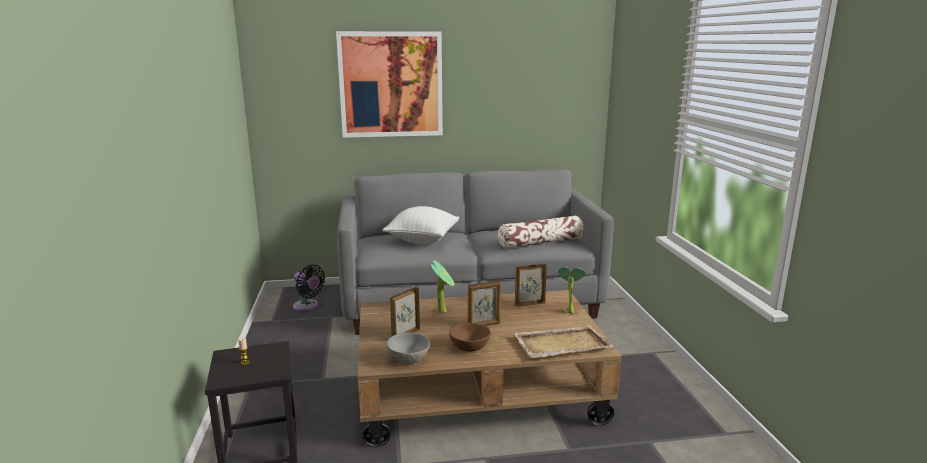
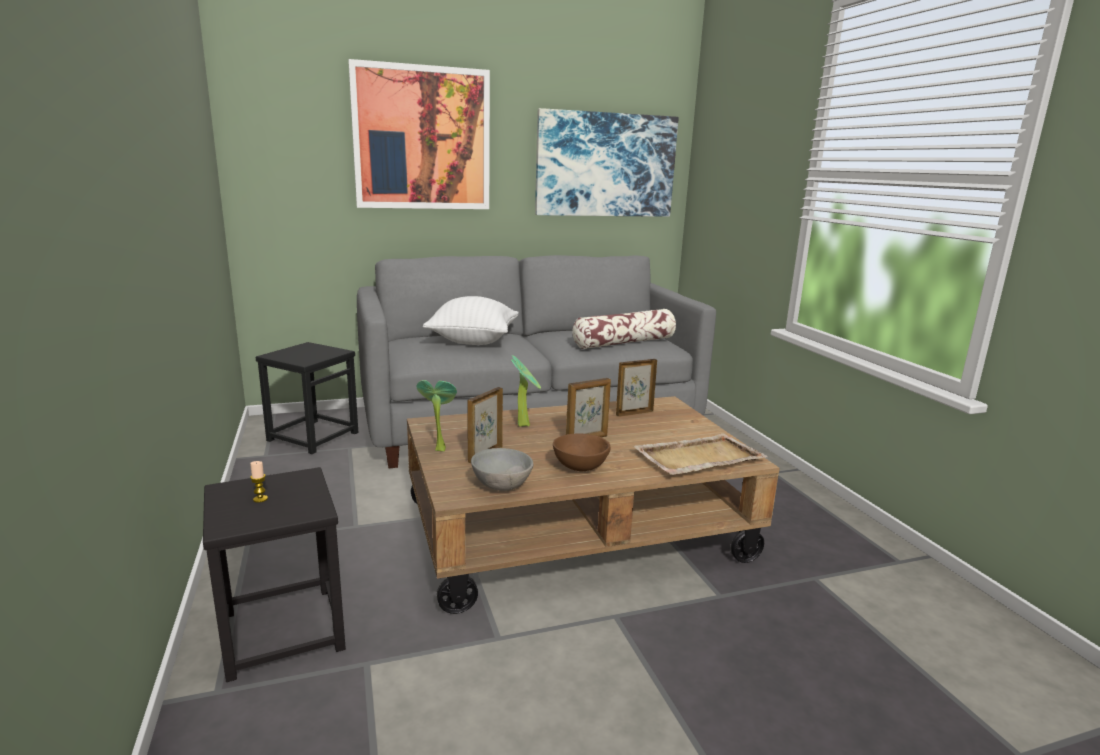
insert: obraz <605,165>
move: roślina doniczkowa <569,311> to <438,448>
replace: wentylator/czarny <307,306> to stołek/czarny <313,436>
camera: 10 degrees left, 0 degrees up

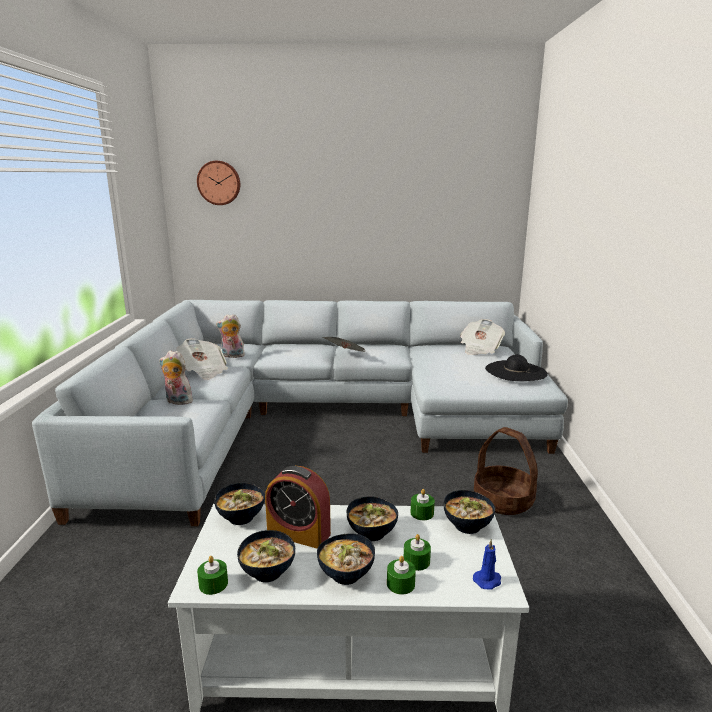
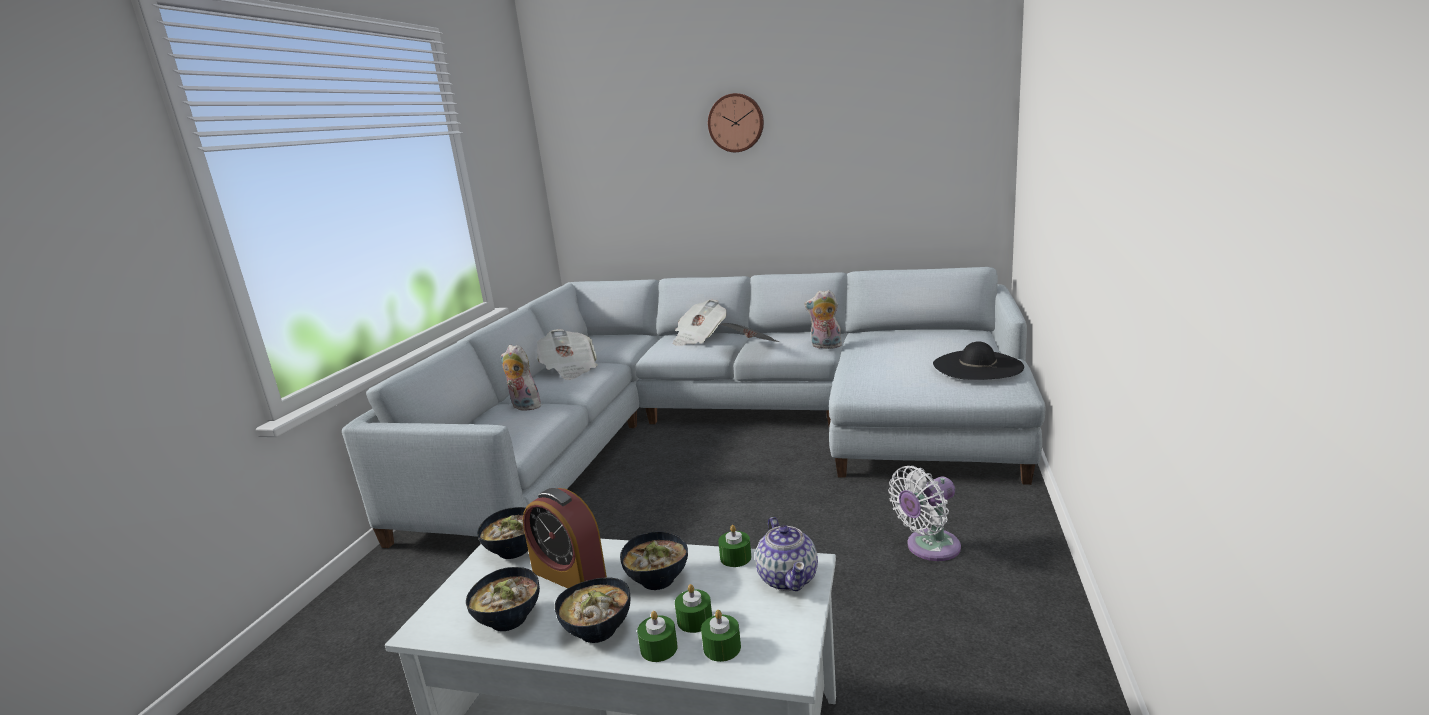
delete: świeca/niebieski <488,580>
move: zegar ścienny <219,183> to <736,123>; pluszak <232,356> to <825,346>; gazeta <480,349> to <699,338>; świeca/zielony <213,584> to <722,647>
replace: koszyk <503,500> to wentylator/biały <929,548>; miska <468,525> to imbryk <788,578>
camera: 15 degrees right, 0 degrees up

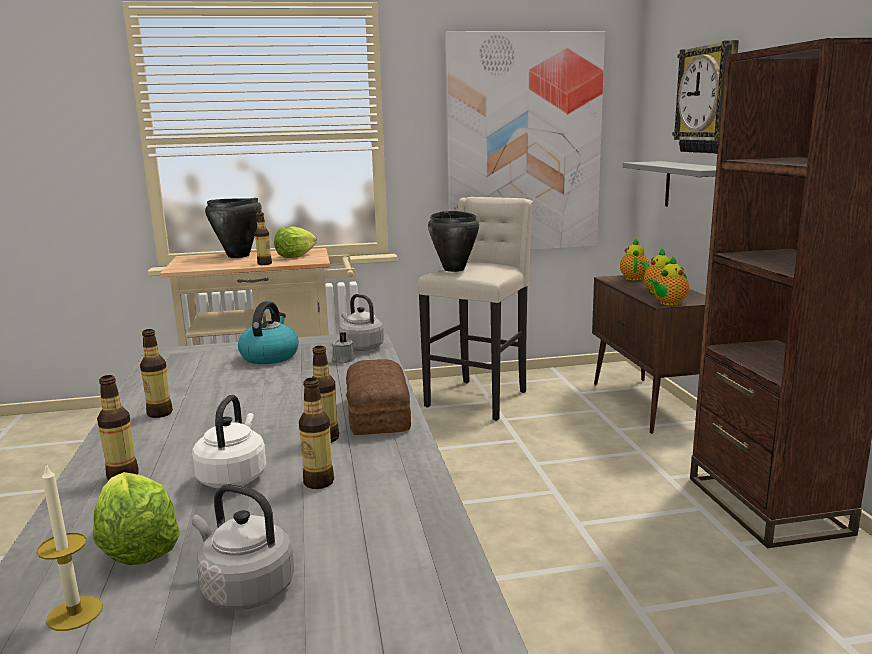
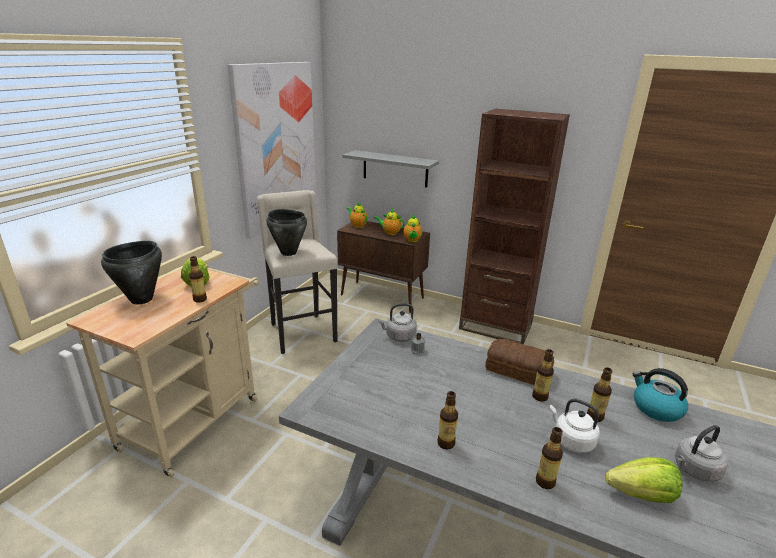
delete: zegar ścienny <708,100>; świeca <75,613>
move: czajnik <270,356> to <656,408>
camera: 55 degrees left, 10 degrees up

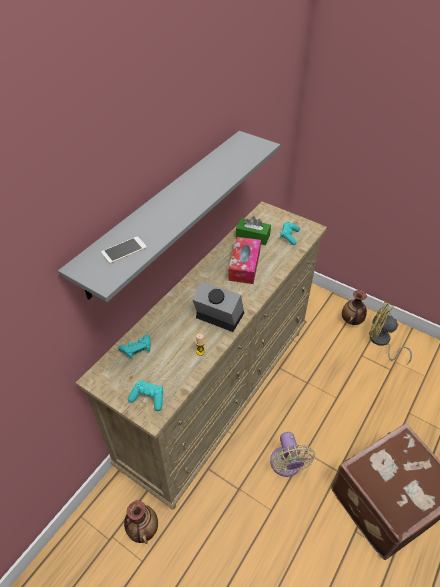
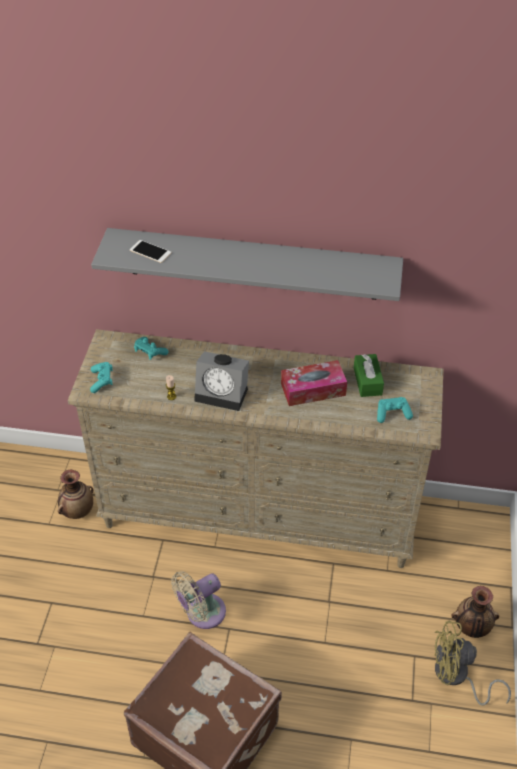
rotate: budzik <217,316> = <223,393> 105 degrees clockwise; wentylator/żółty <381,342> = <456,677> 90 degrees counterclockwise
camera: 65 degrees right, 0 degrees up

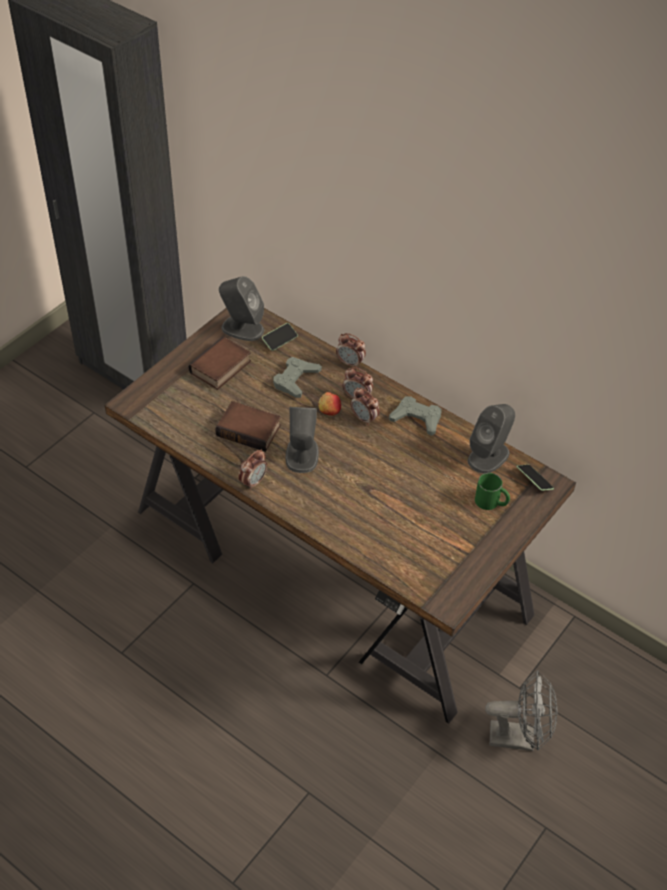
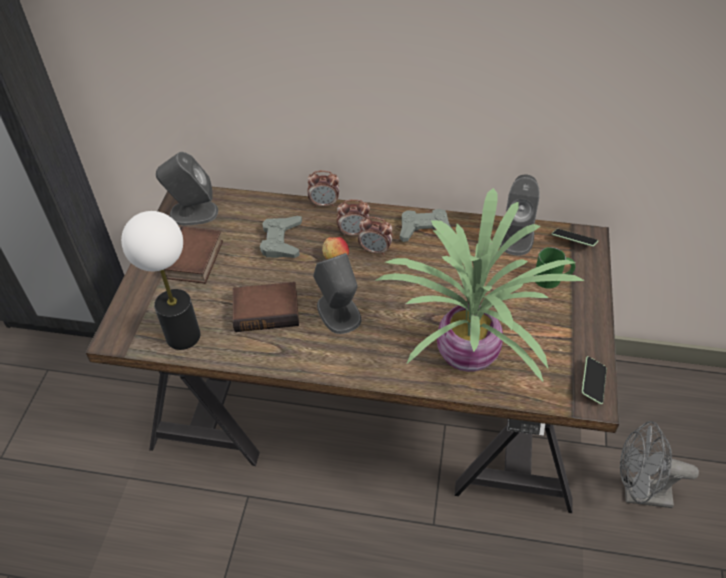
delete: budzik <253,482>
insert: roślina doniczkowa <471,354>; lampa stołowa <183,336>
move: telefon <280,340> to <592,384>
rotate: wentylator/szary <519,737> = <638,493> 150 degrees counterclockwise
camera: 25 degrees left, 0 degrees up

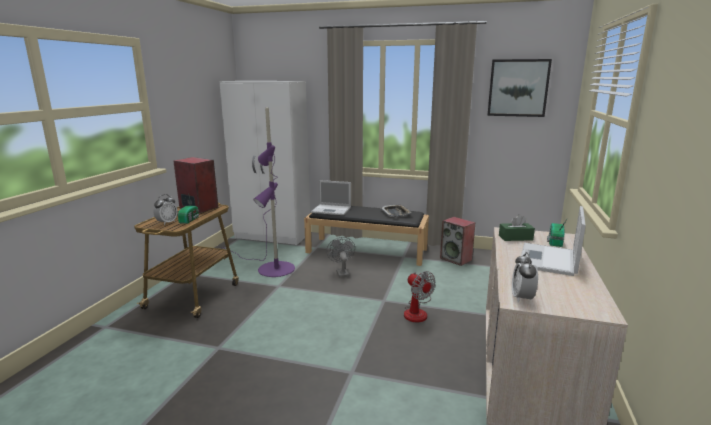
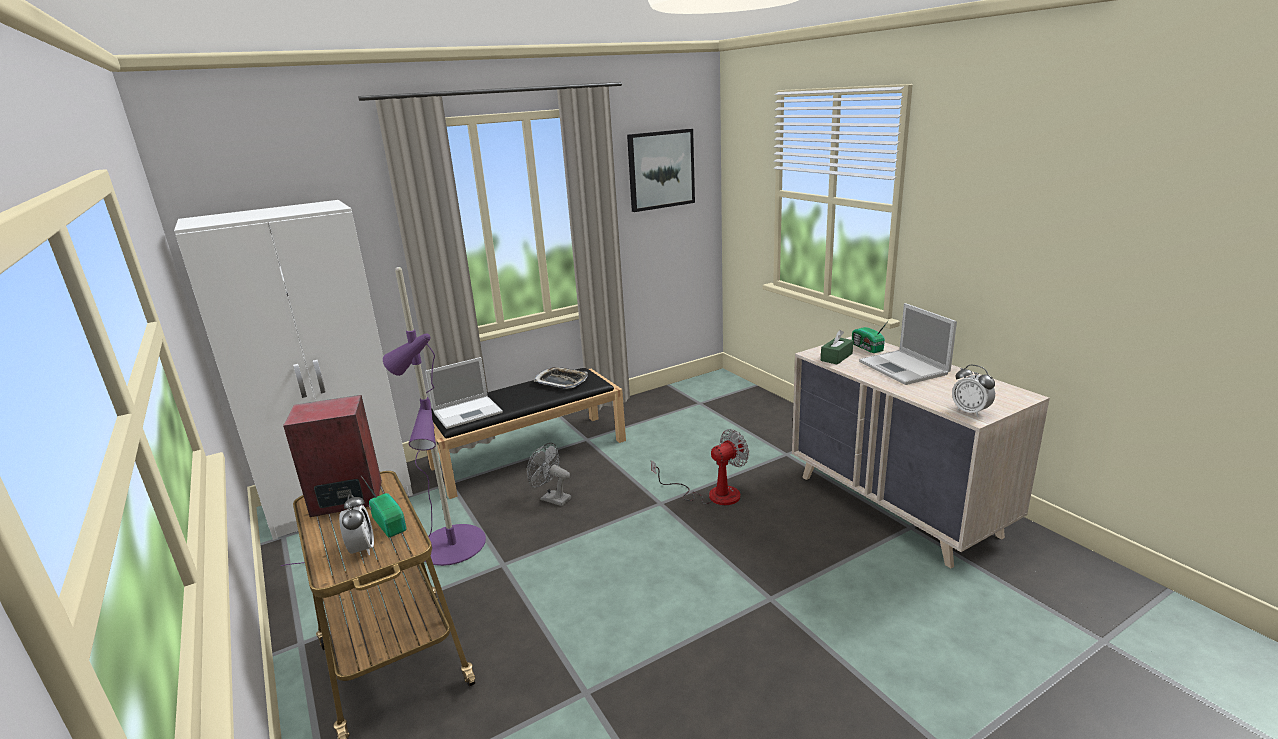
delete: głośnik <456,259>
rotate: wentylator <417,311> = <712,494> 45 degrees counterclockwise
camera: 45 degrees left, 5 degrees up

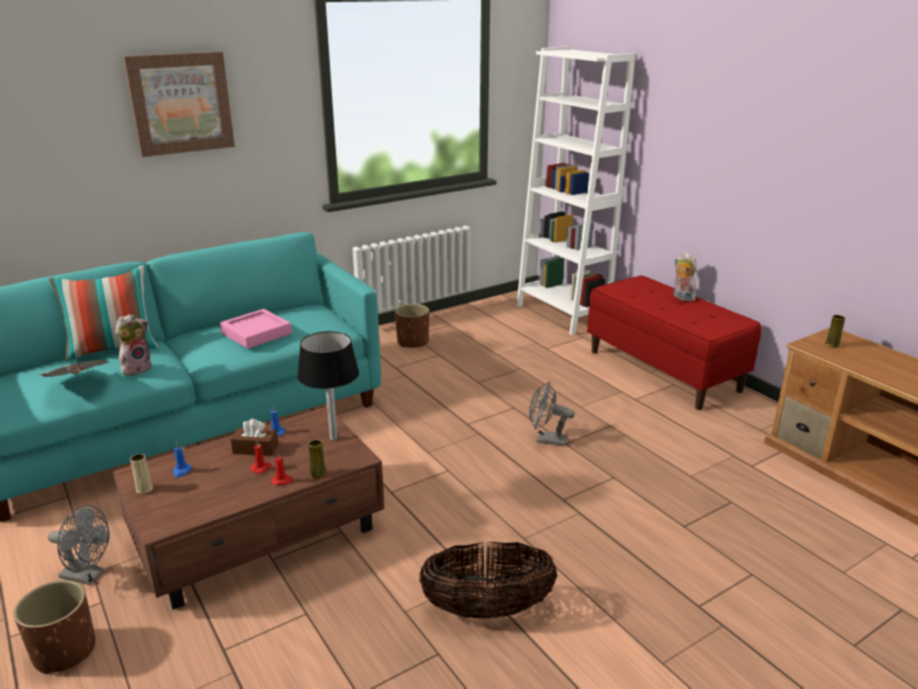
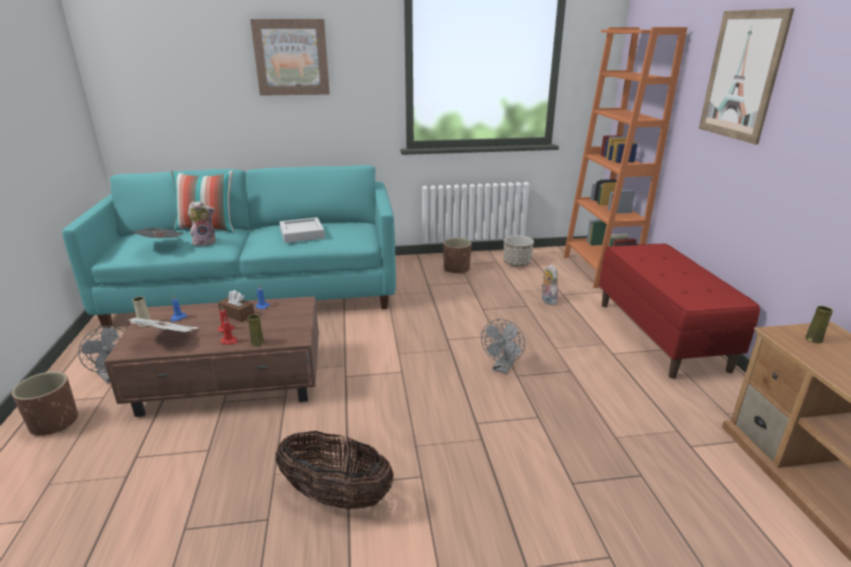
delete: lampa stołowa/czarny <333,438>
insert: obraz <742,75>; donica <516,263>; gazeta <168,338>
move: pluszak <681,297> to <547,300>
recolor: regał/biały <562,314> to regał/pomarańczowy <598,270>; taca/różowy <256,333> to taca/szary <302,234>
rotate: wentylator/szary <546,440> = <502,368> 105 degrees counterclockwise
camera: 25 degrees right, 0 degrees up

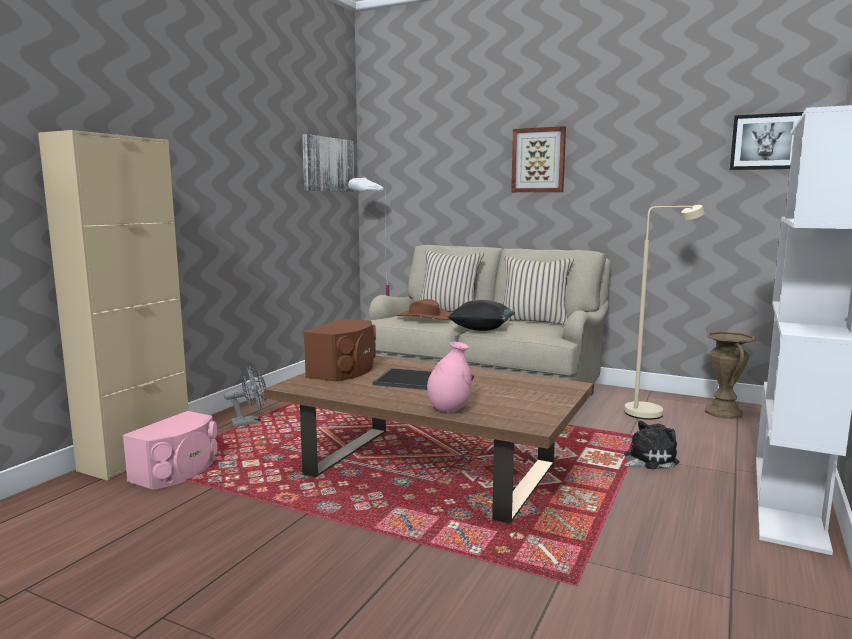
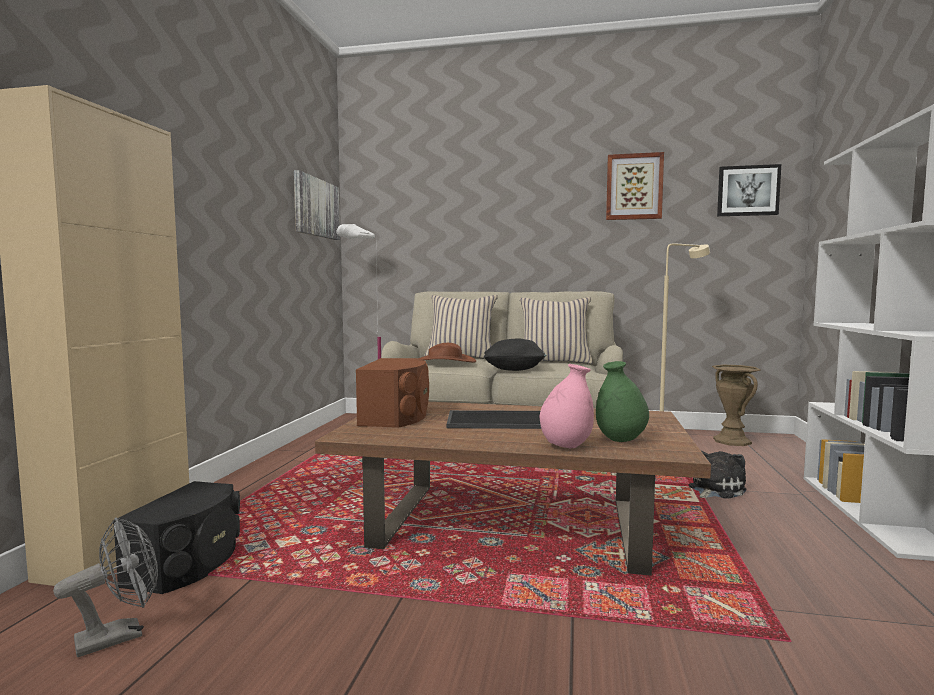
insert: wazon/zielony <620,440>
move: obraz <538,160> to <634,187>; wentylator/szary <250,422> to <120,635>
recolor: głośnik/różowy <177,471> to głośnik/czarny <189,564>
camera: 15 degrees left, 5 degrees down

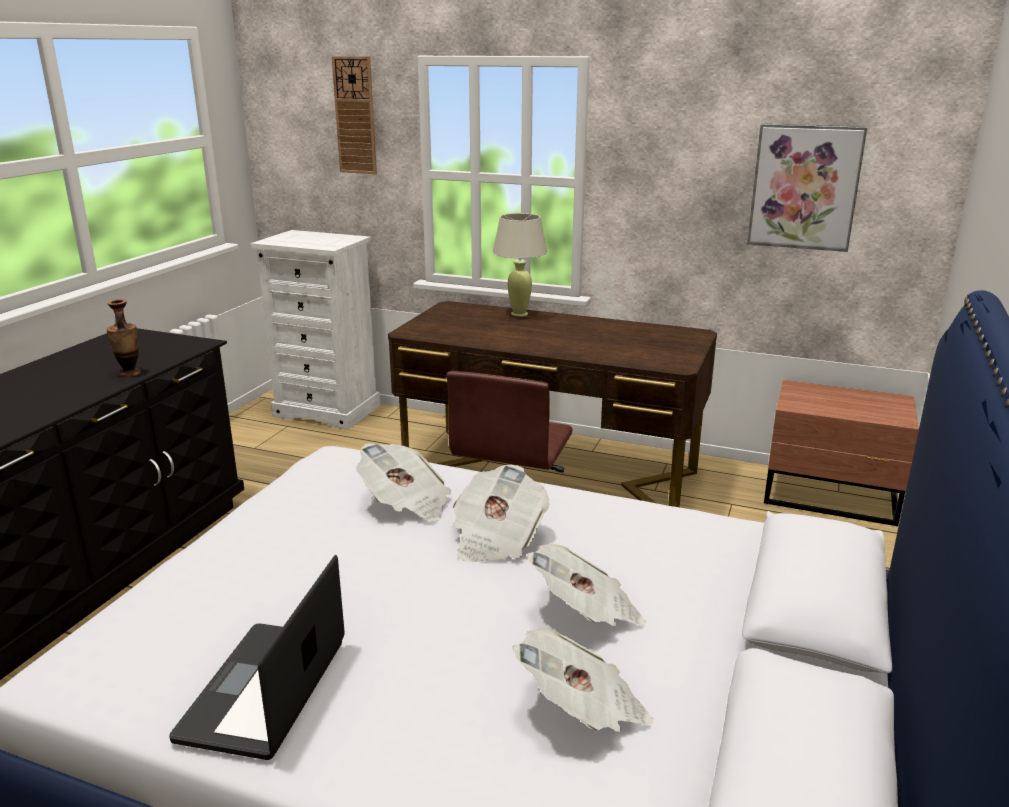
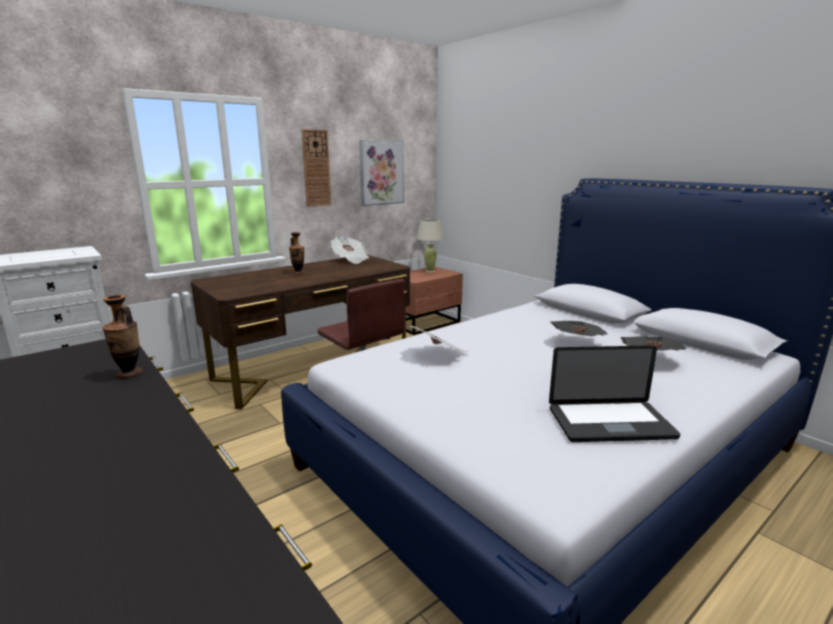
insert: wazon <298,273>
move: zegar ścienny <355,116> to <316,168>; lampa stołowa/beżowy <519,314> to <430,271>; gazeta <496,538> to <350,260>
rotate: laptop <264,690> = <610,423> 45 degrees counterclockwise
camera: 60 degrees left, 5 degrees down

